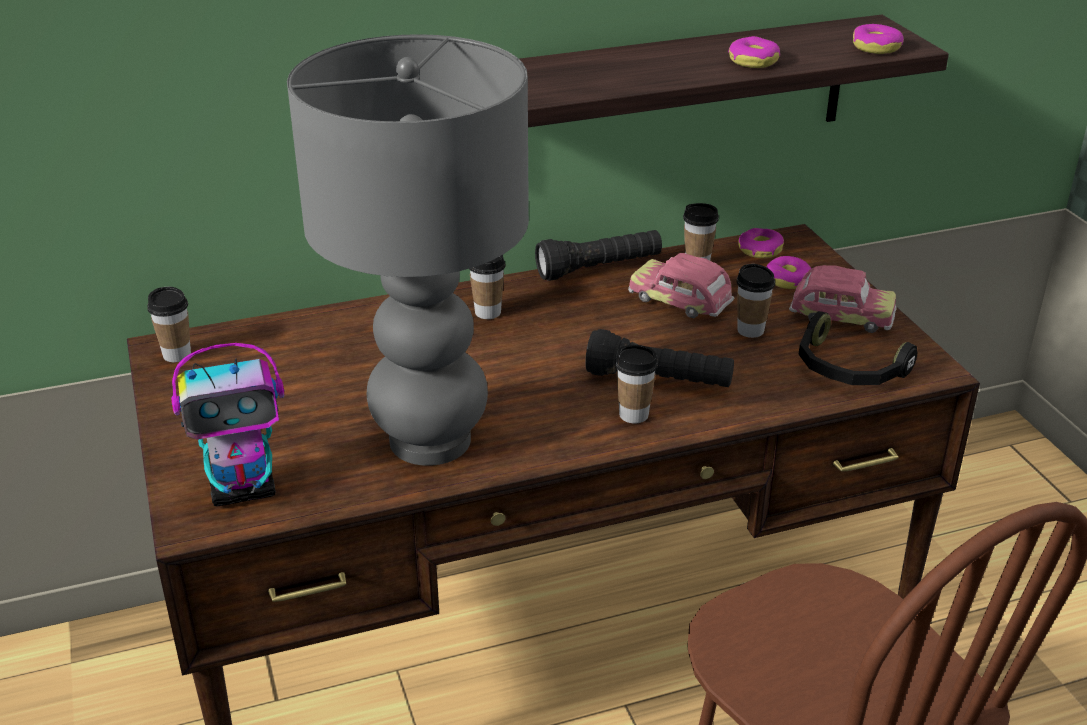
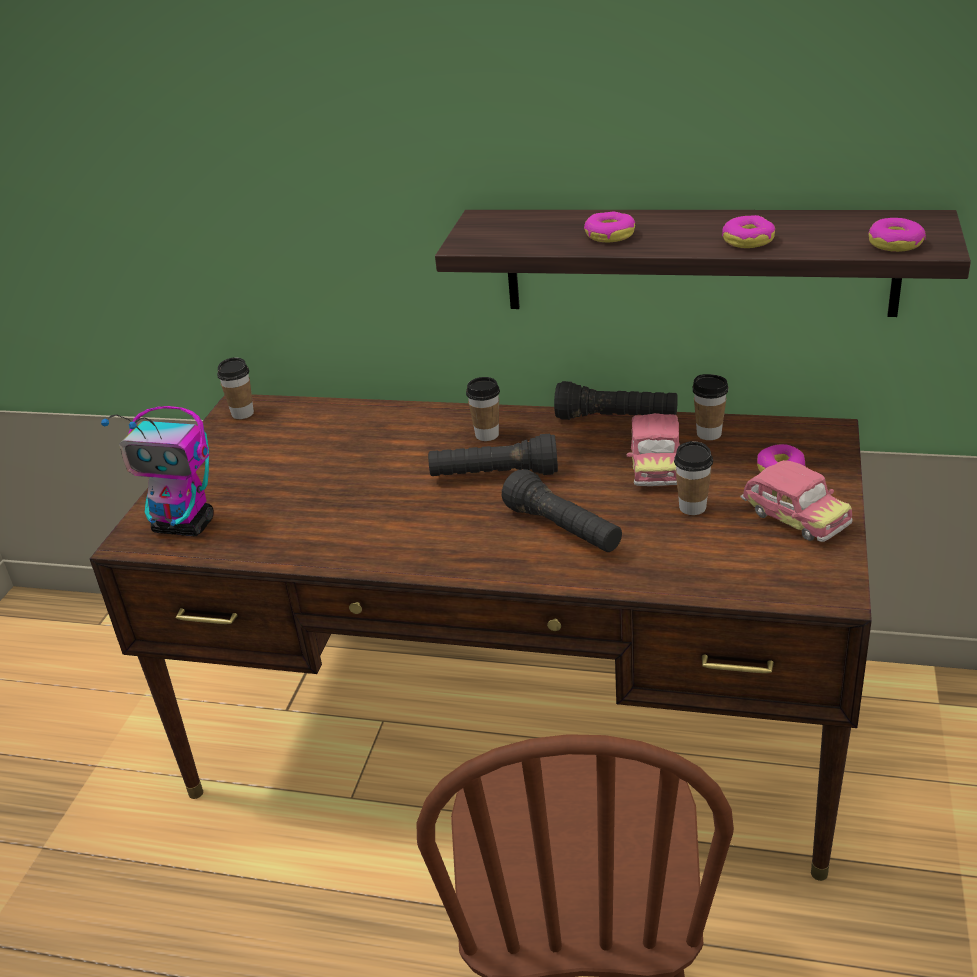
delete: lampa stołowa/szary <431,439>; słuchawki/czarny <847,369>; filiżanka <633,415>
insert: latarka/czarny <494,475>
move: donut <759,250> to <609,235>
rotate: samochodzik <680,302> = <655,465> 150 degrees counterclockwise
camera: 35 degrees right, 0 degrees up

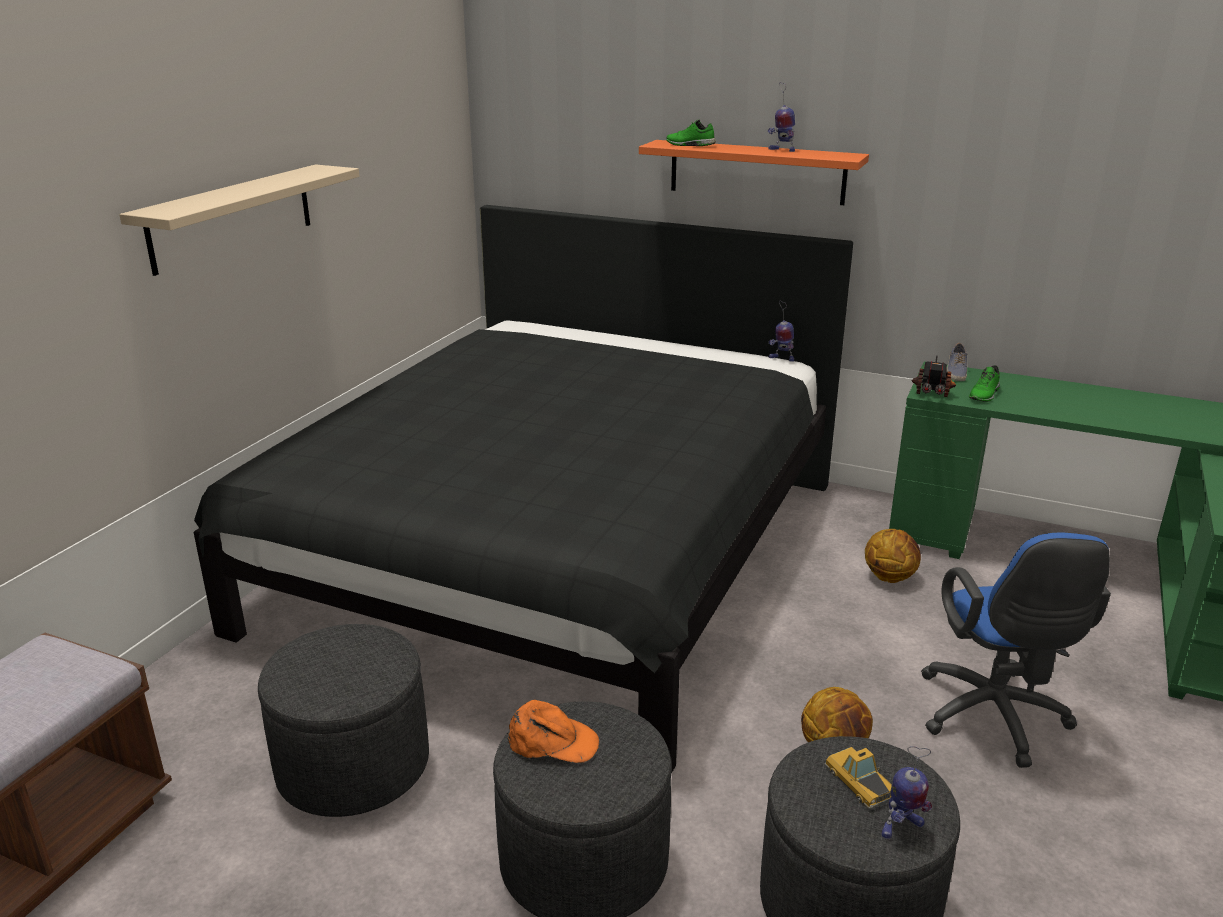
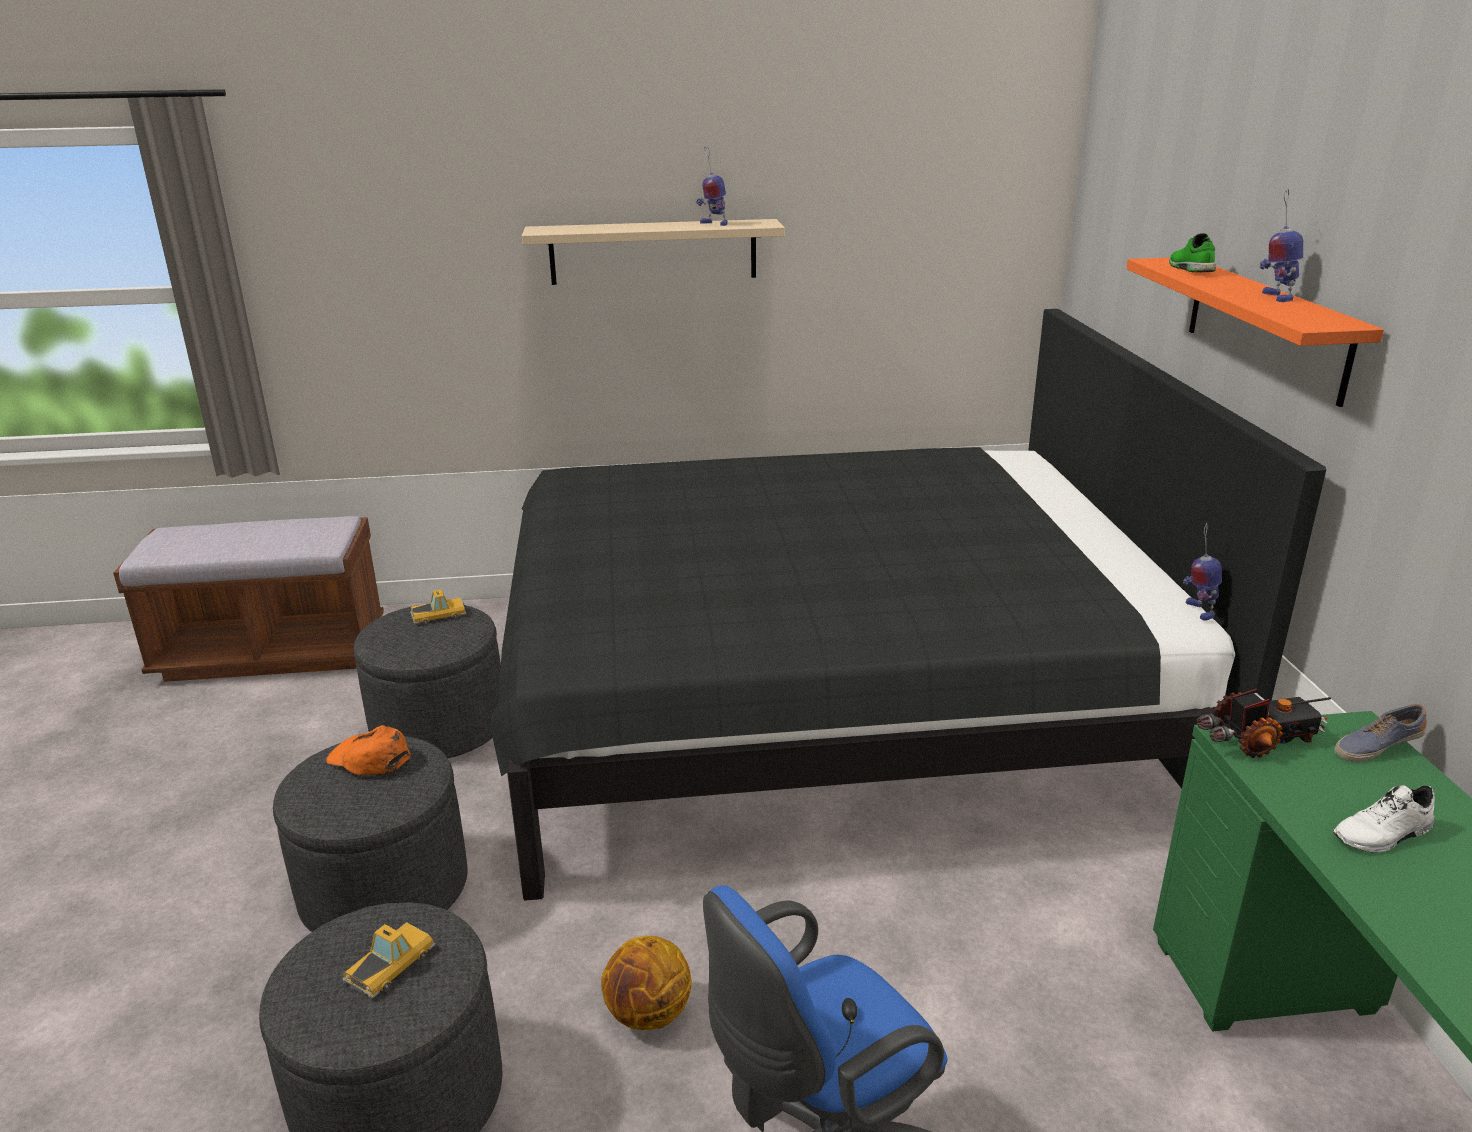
delete: but/zielony <985,395>; piłka do koszykówki <890,577>
insert: samochodzik <439,614>; but/biały <1383,835>
move: robot zabawkowy <901,827> to <713,224>
rotate: czapka z daszkiem/pomarańczowy <553,742> = <369,758> 135 degrees clockwise
camera: 60 degrees right, 0 degrees up

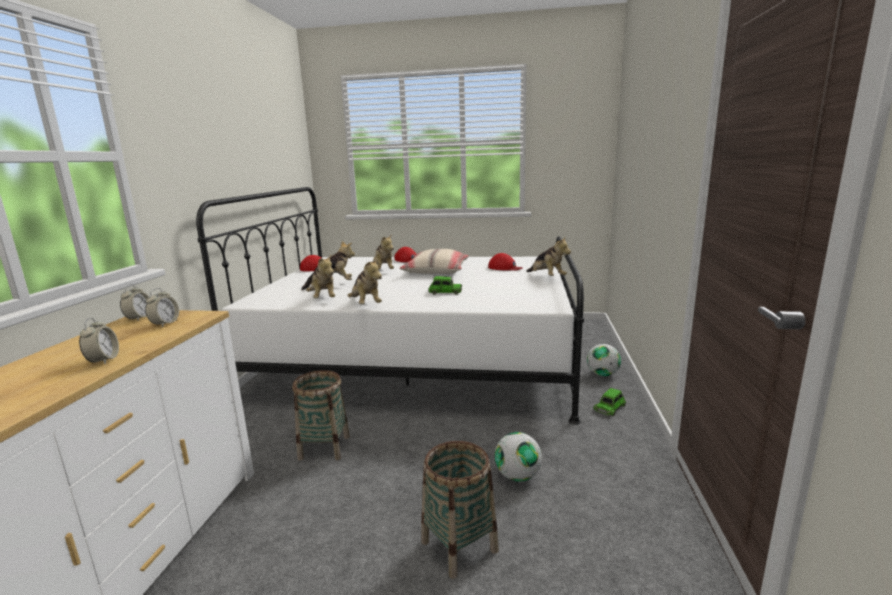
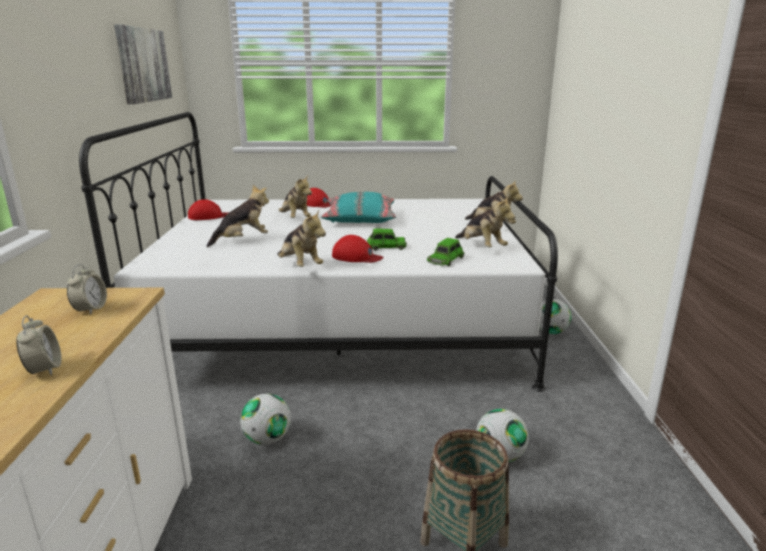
delete: budzik <139,318>
insert: obraz <143,65>
move: czapka z daszkiem/czerwony <505,268> to <356,257>; pluszak <323,298> to <481,247>; samochodzik/zielony <609,407> to <445,259>
replace: koszyk <324,447> to piłka futbolowa <267,439>
recolor: poduszka/beżowy <436,271> to poduszka/turkusowy <360,219>
camera: 10 degrees left, 5 degrees up

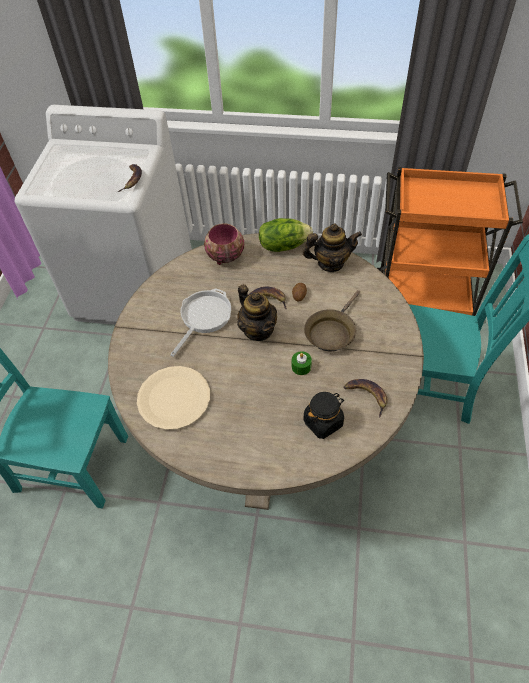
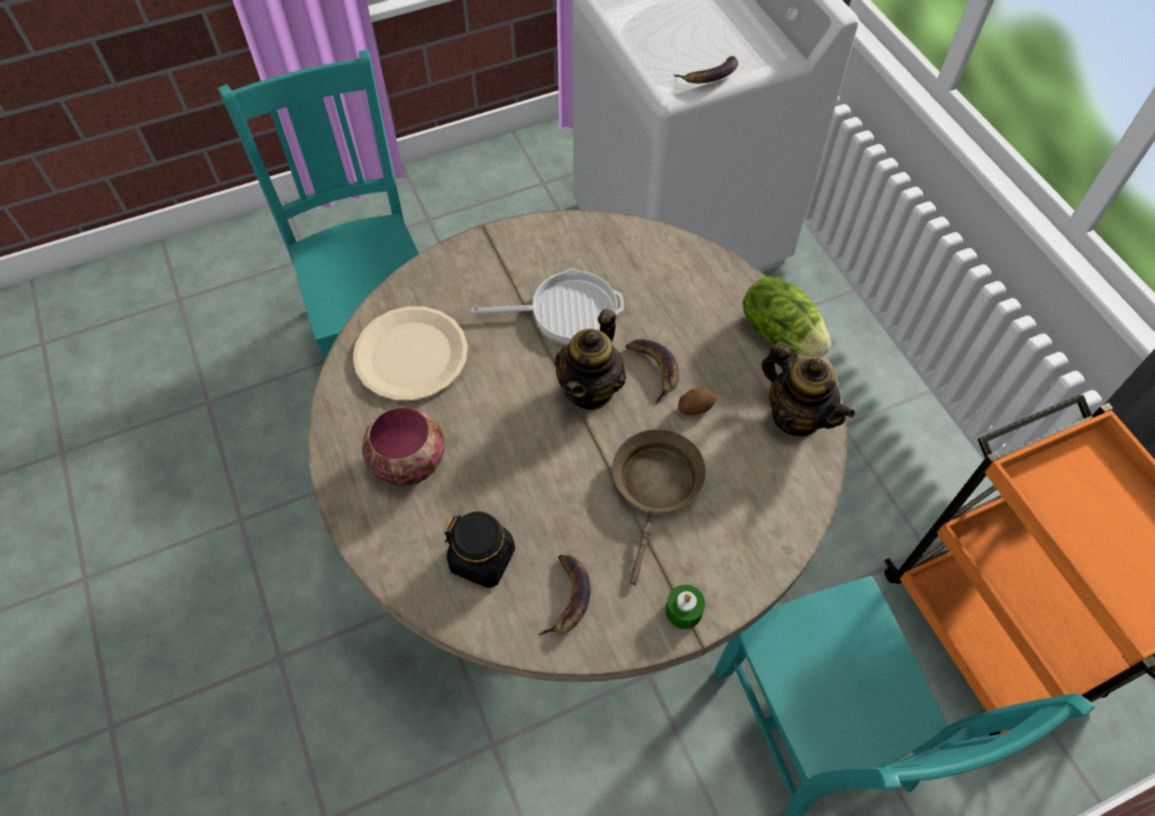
move: miska <224,256> to <408,461>; świeca/zielony <301,366> to <684,611>
rotate: patelnia/brązowy <331,332> = <656,487> 105 degrees clockwise
camera: 55 degrees right, 5 degrees up

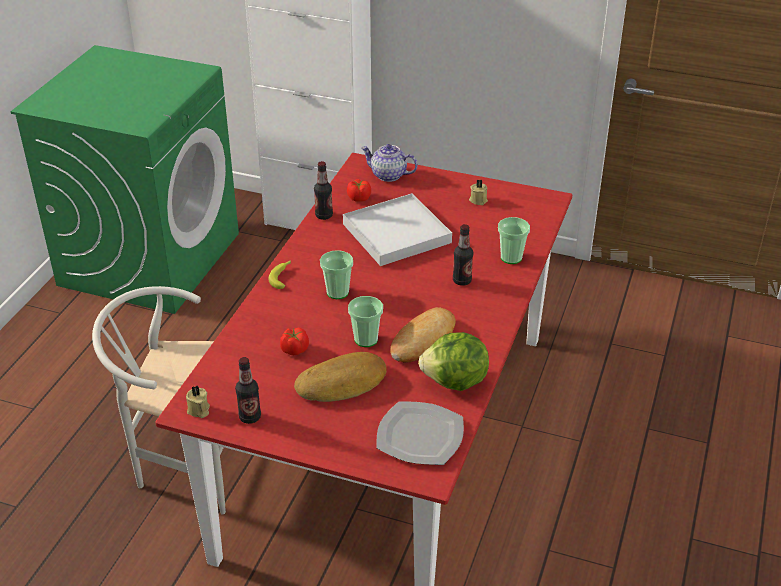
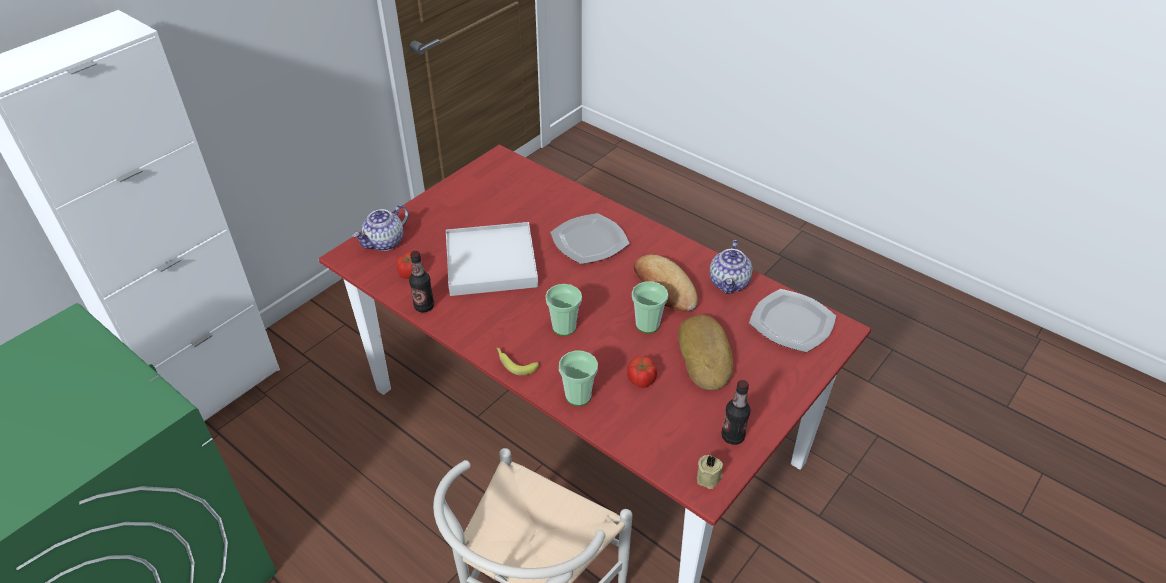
delete: świeca/beżowy <478,200>
move: filiżanka <511,257> to <578,396>
replace: butelka <462,281> to talerz <590,241>; sałata <455,382> to imbryk <729,283>
camera: 70 degrees left, 5 degrees up

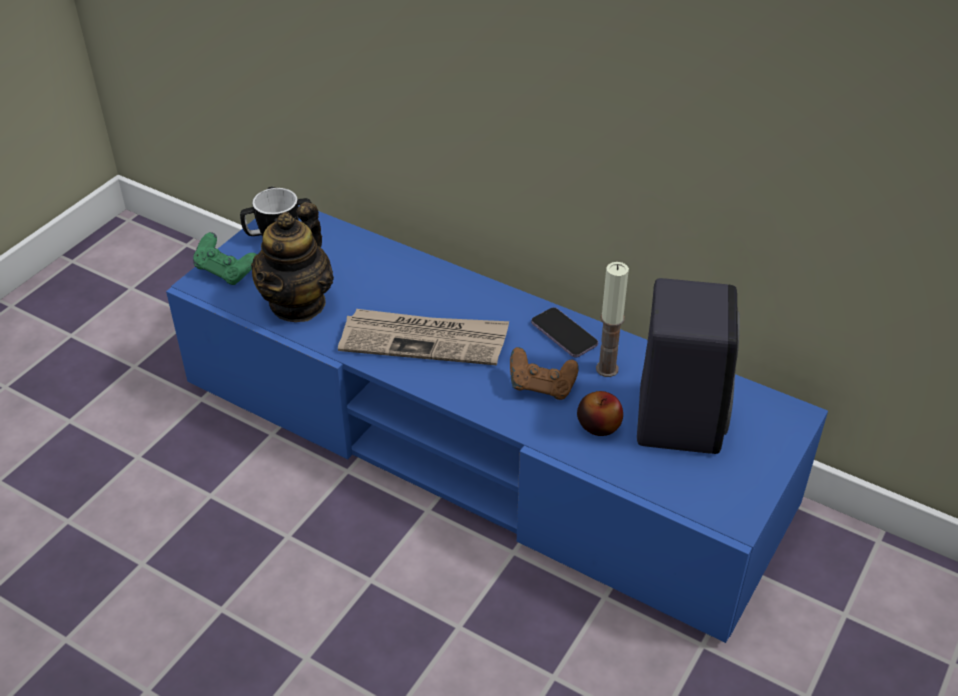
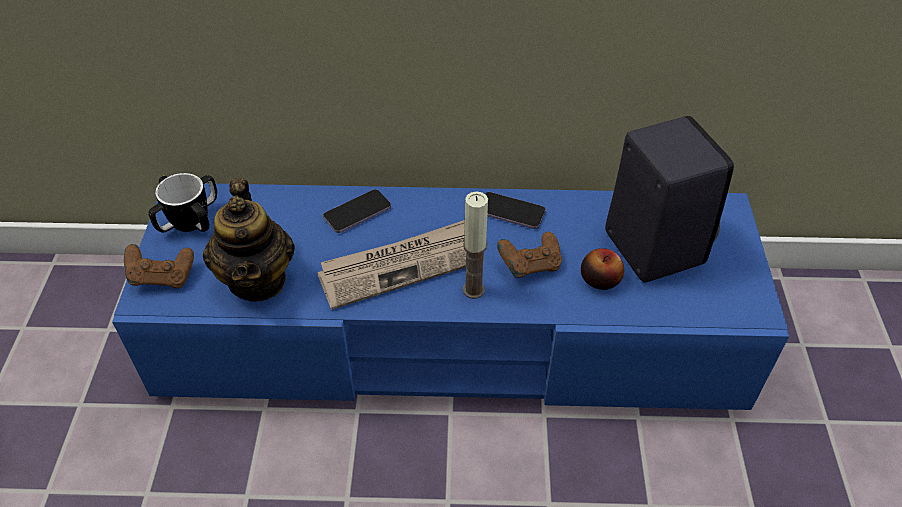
insert: telefon <357,212>
move: świeca <607,369> to <473,290>
recolor: pad do gier/zielony <226,272> to pad do gier/brązowy <162,277>
camera: 30 degrees left, 5 degrees up

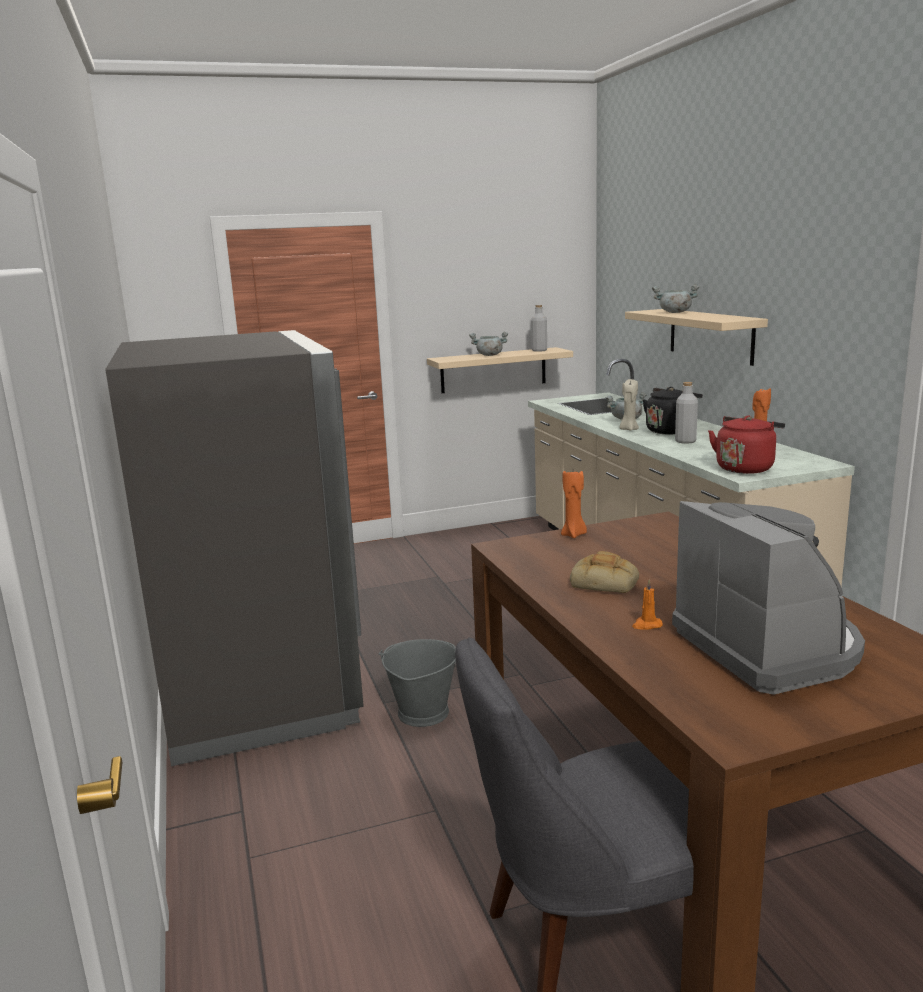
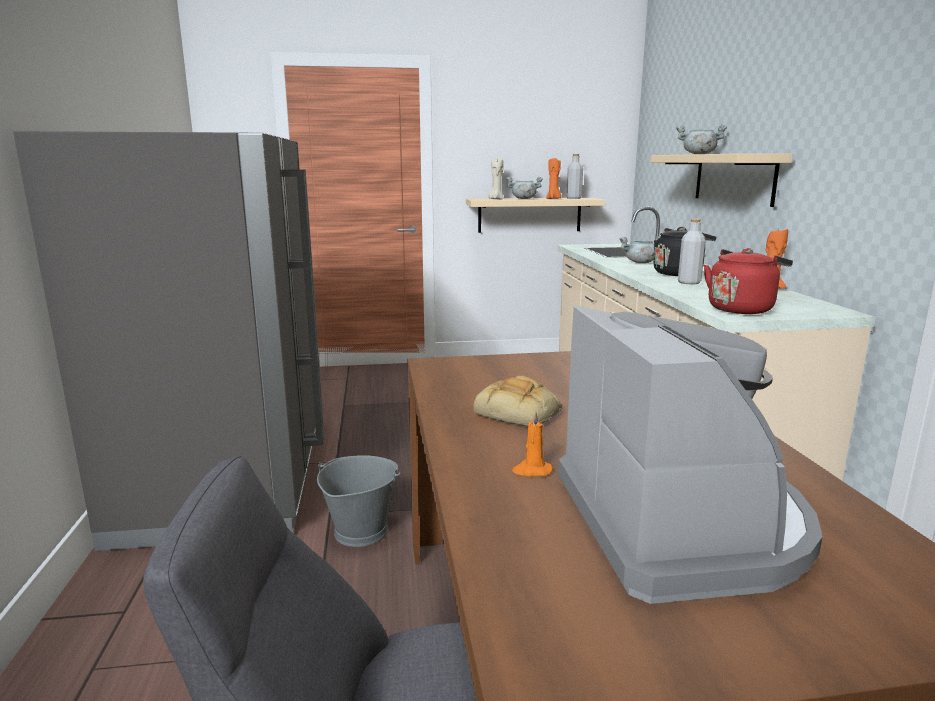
move: świeca/beżowy <628,429> to <496,199>; świeca/pomarańczowy <574,535> to <553,199>
camera: 10 degrees right, 0 degrees up

